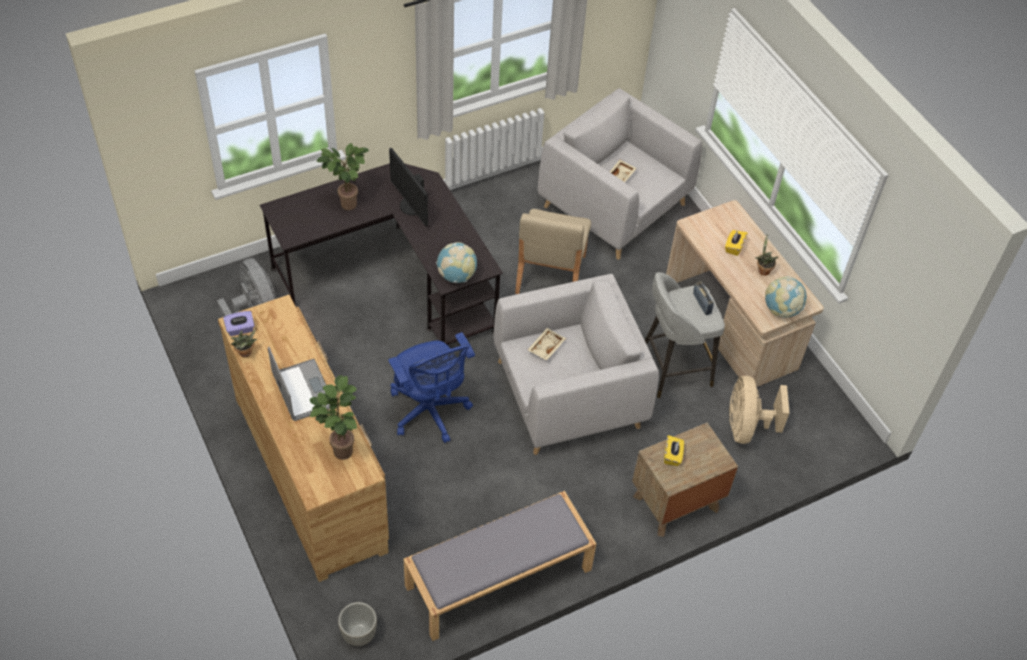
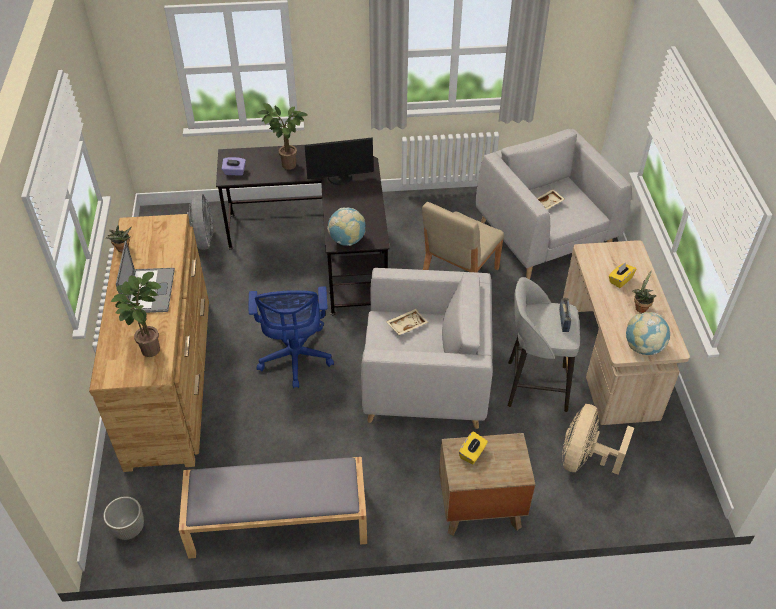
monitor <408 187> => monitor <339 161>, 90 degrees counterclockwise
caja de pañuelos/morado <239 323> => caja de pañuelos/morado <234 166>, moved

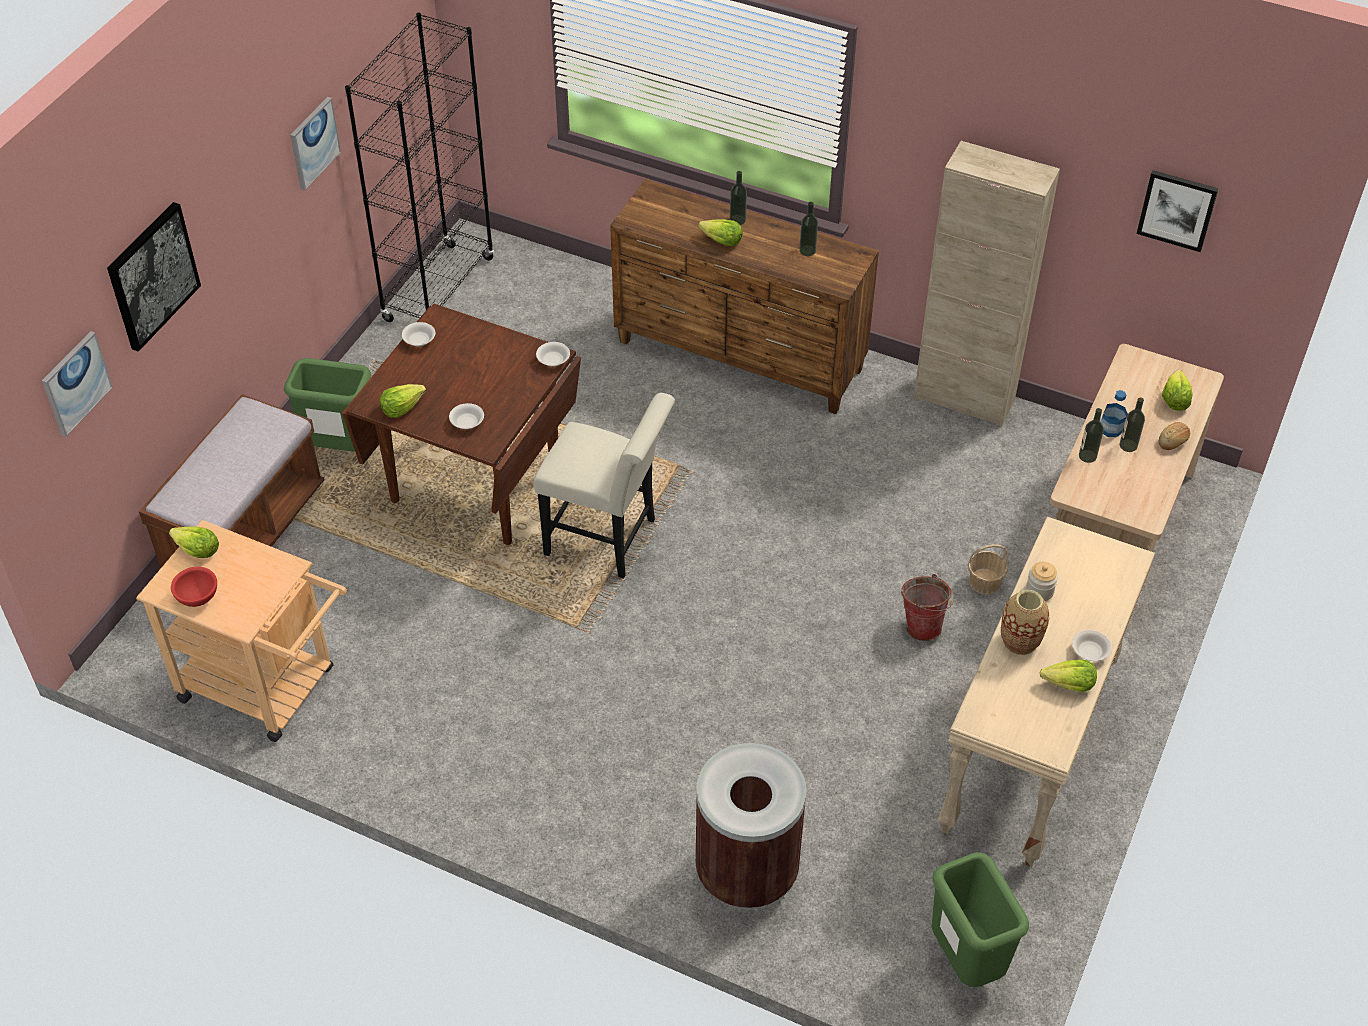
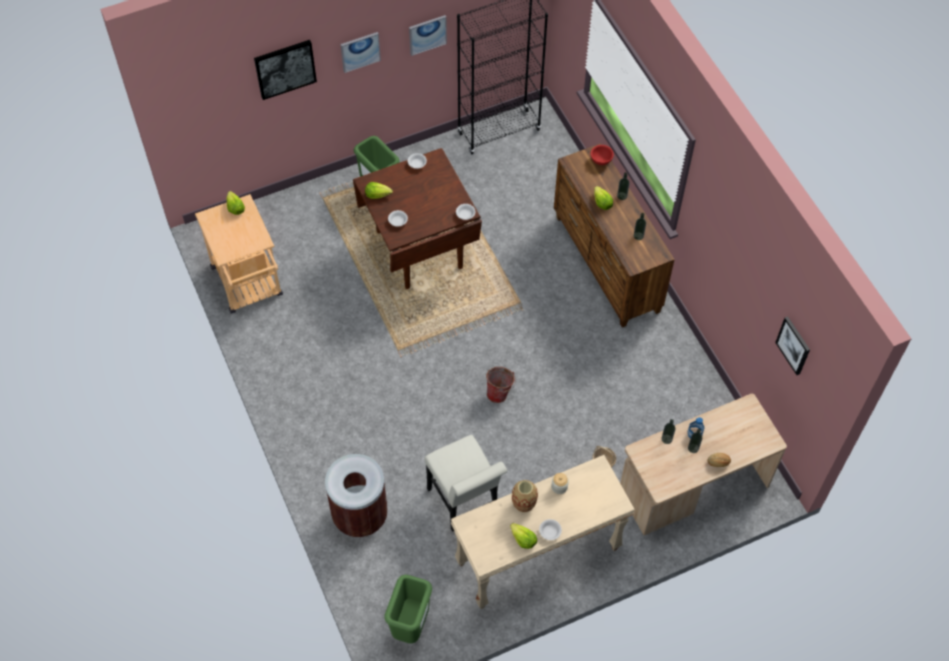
armario/beis <987 284> => nothing
cuadro <77 384> => cuadro <360 52>, moved
lechuga <1177 390> => nothing
silla/blanco <604 486> => silla/blanco <466 483>, moved
banco/marrón <232 482> => nothing
cuenco/rojo <194 587> => cuenco/rojo <602 155>, moved
cubo <927 607> => cubo <501 385>, moved

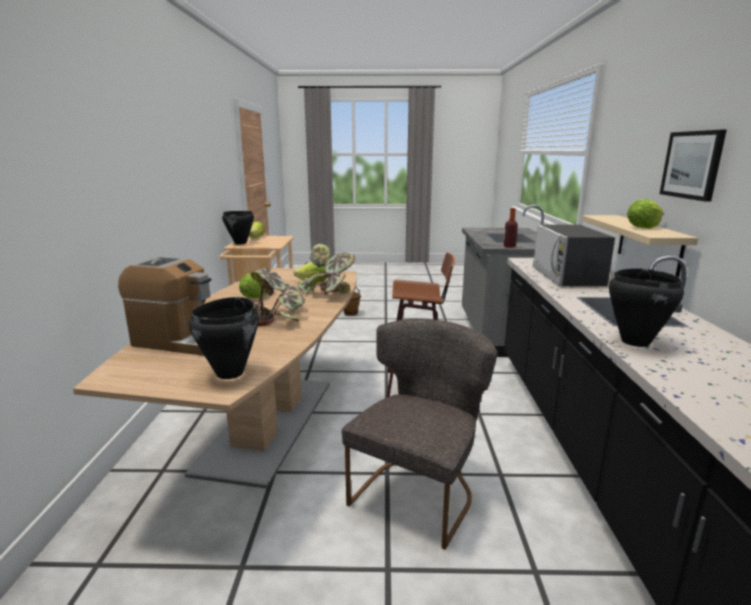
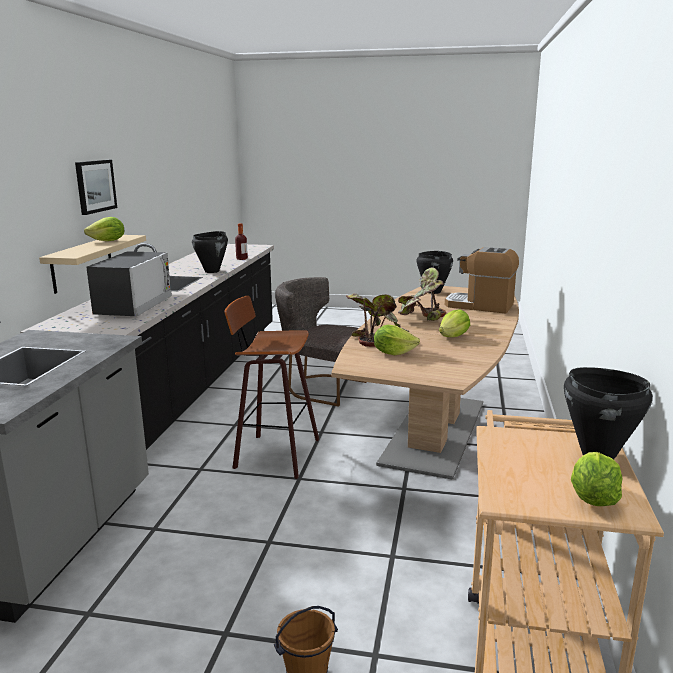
botella <511 228> => botella <241 241>, moved
silla/gris <419 434> => silla/gris <321 342>, 75 degrees clockwise

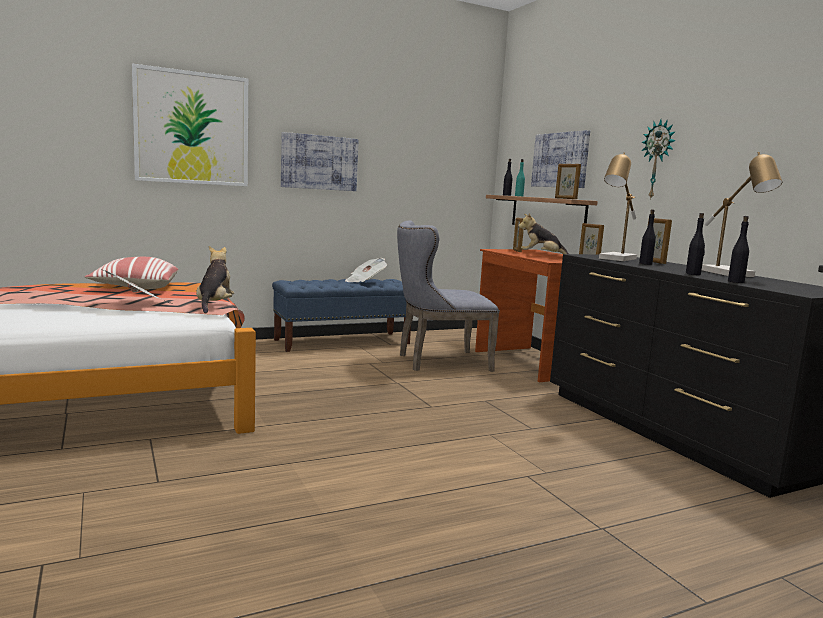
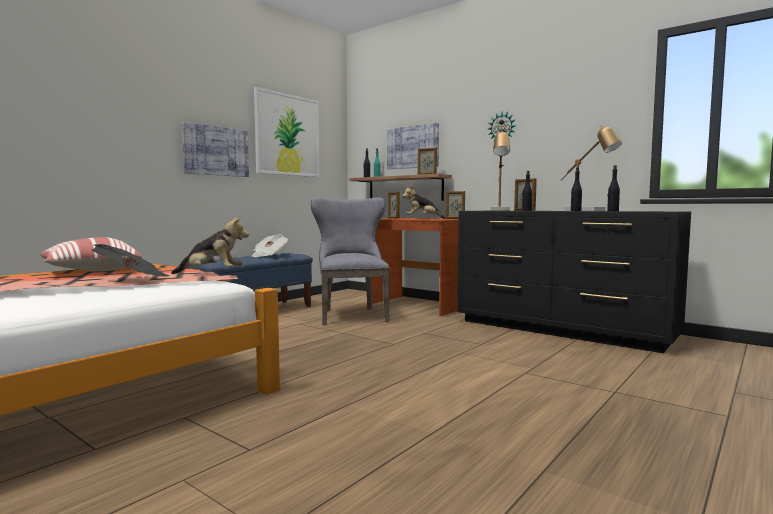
cuadro <190 124> => cuadro <287 132>, moved
silla/gris <448 296> => silla/gris <350 261>, 120 degrees clockwise
peluche <215 280> => peluche <210 245>, 120 degrees clockwise

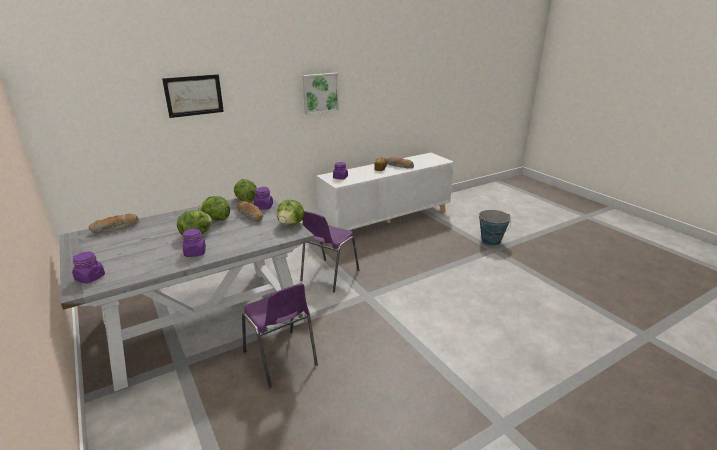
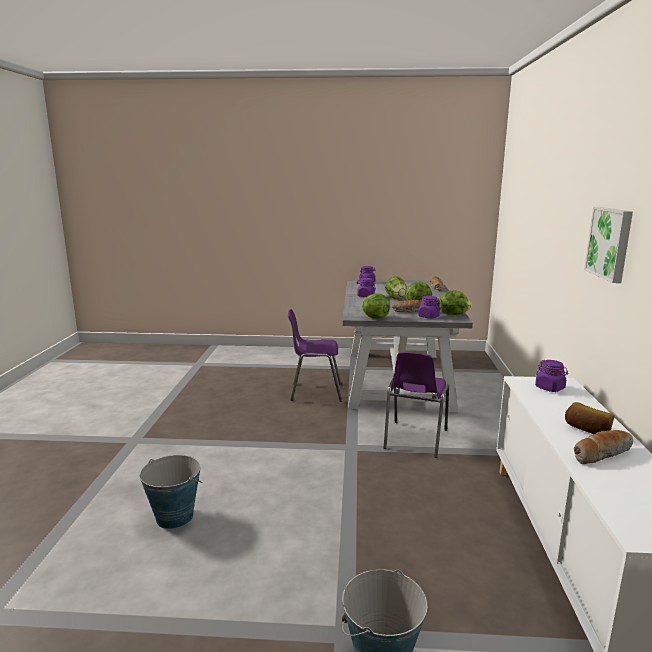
cuadro <193 96> => nothing
silla/morado <329 251> => silla/morado <416 405>, 135 degrees counterclockwise
nothing => cubo <171 492>

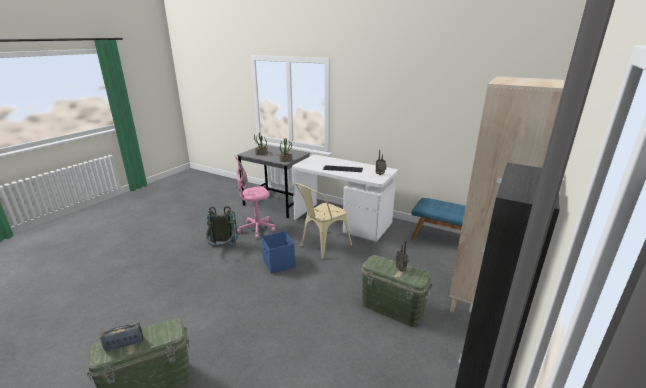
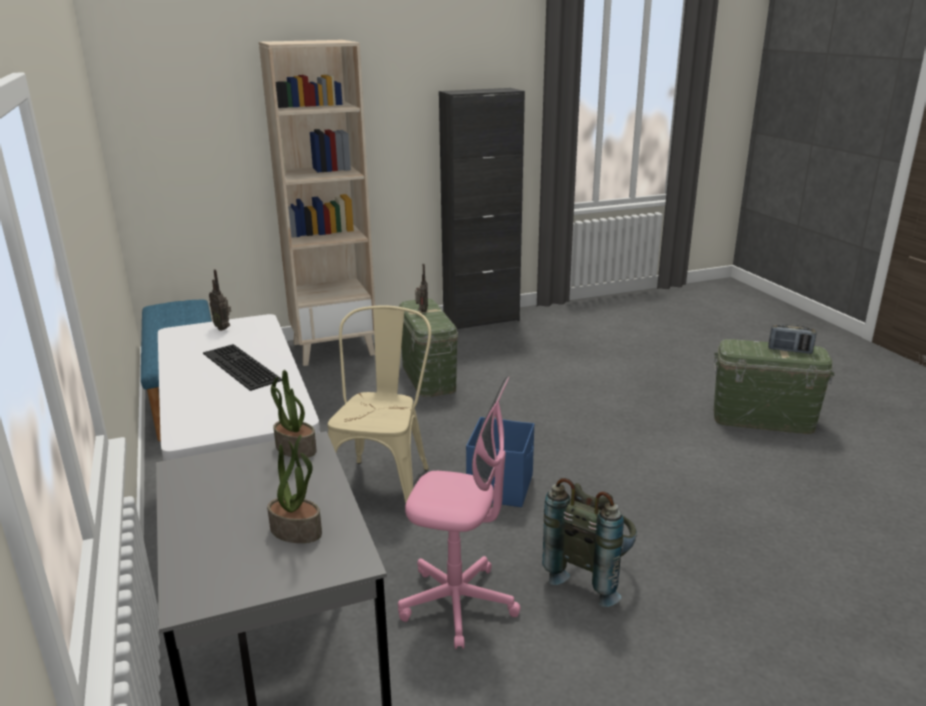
silla/beis <323 221> => silla/beis <379 404>, 75 degrees counterclockwise

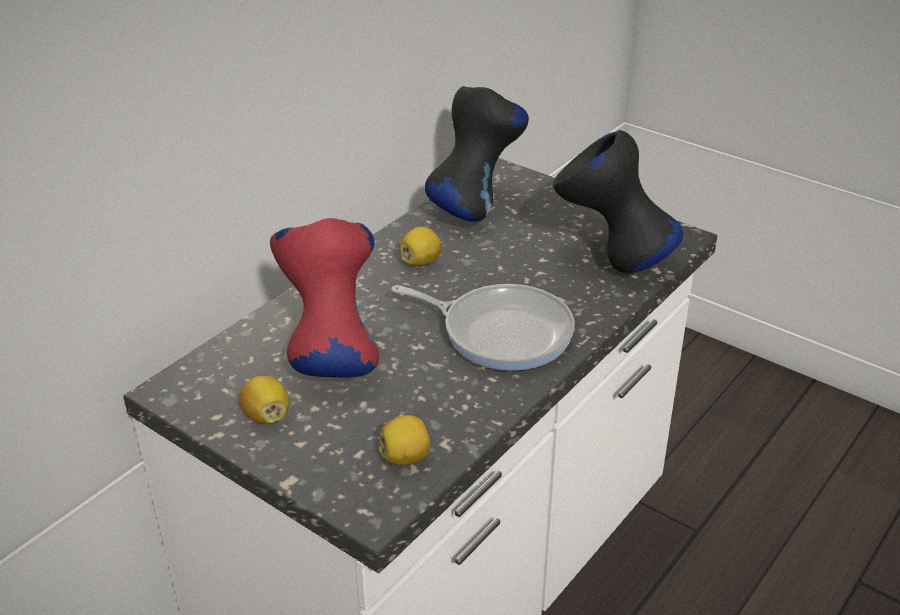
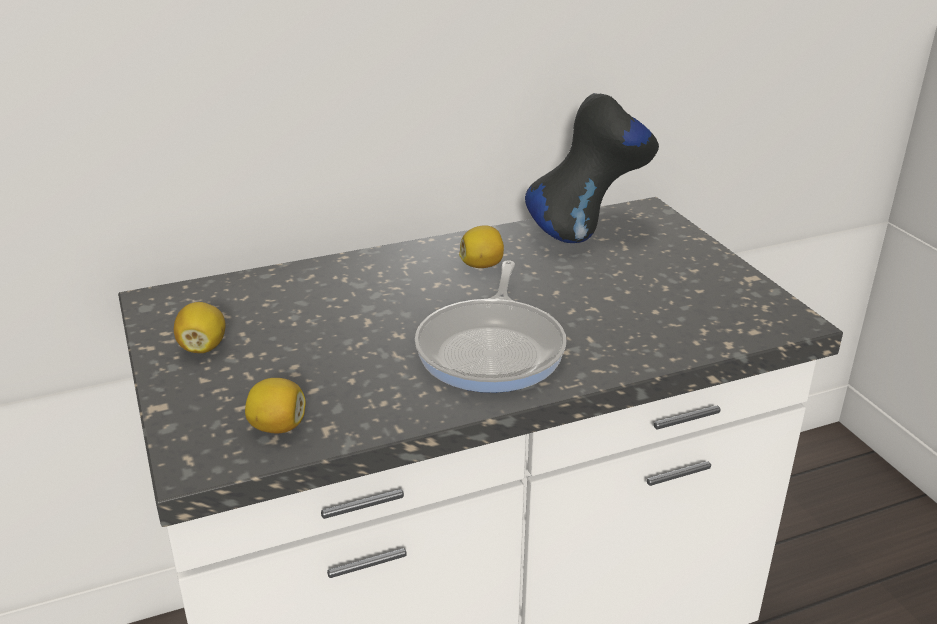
florero/negro <618 201> => nothing
florero/rojo <324 297> => nothing
sartén <483 327> => sartén <490 326>, 45 degrees clockwise

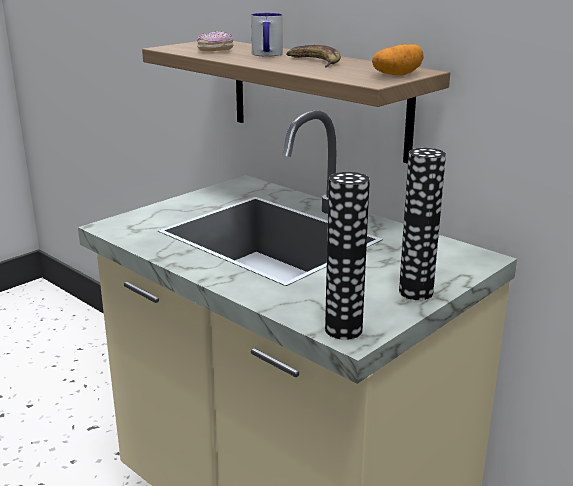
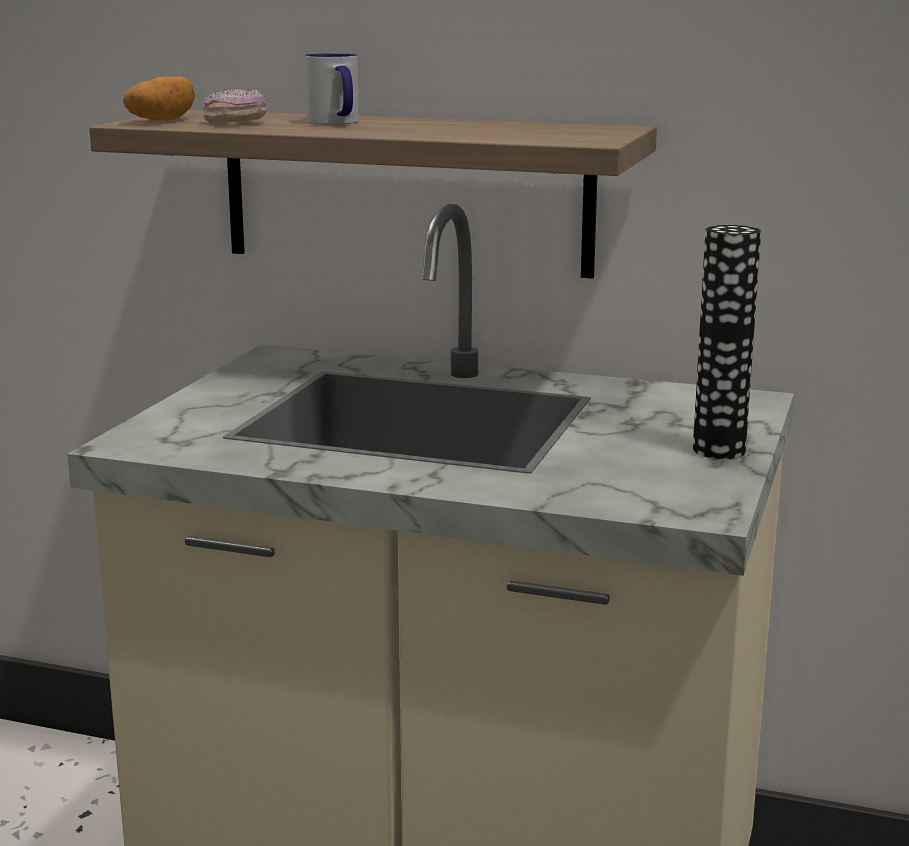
patata <397 60> => patata <159 98>, moved
plátano <313 56> => nothing
florero <347 256> => nothing

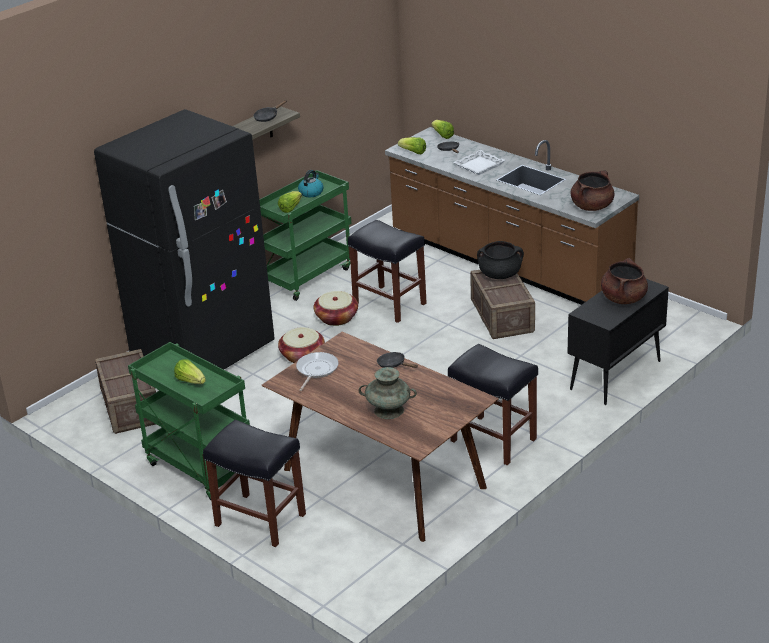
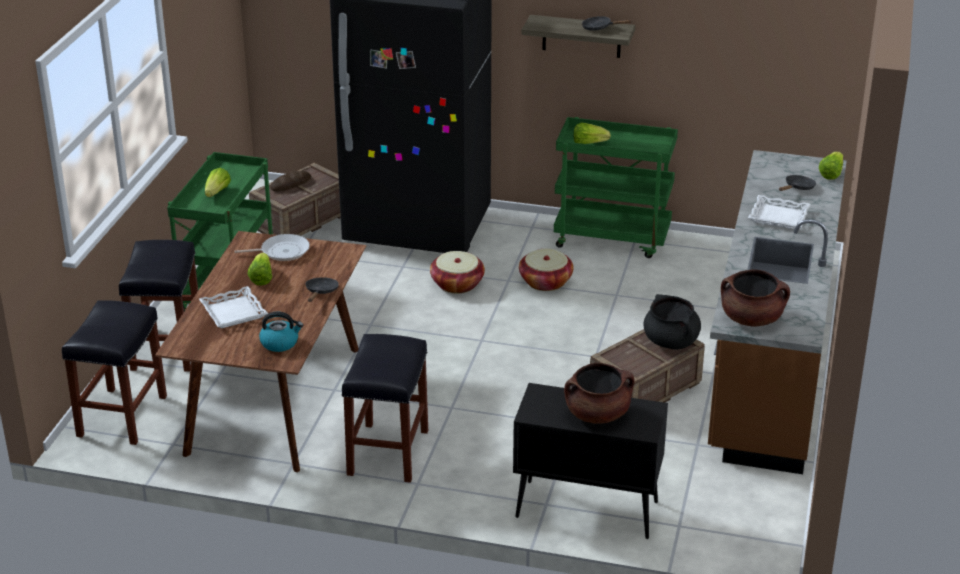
lechuga <412 145> => lechuga <259 269>, moved
hervidor <311 183> => hervidor <281 332>, moved
taburete/negro <387 271> => taburete/negro <114 372>, moved
florero/turquesa <387 393> => bandeja/blanco <233 307>
nothing => pan <290 181>

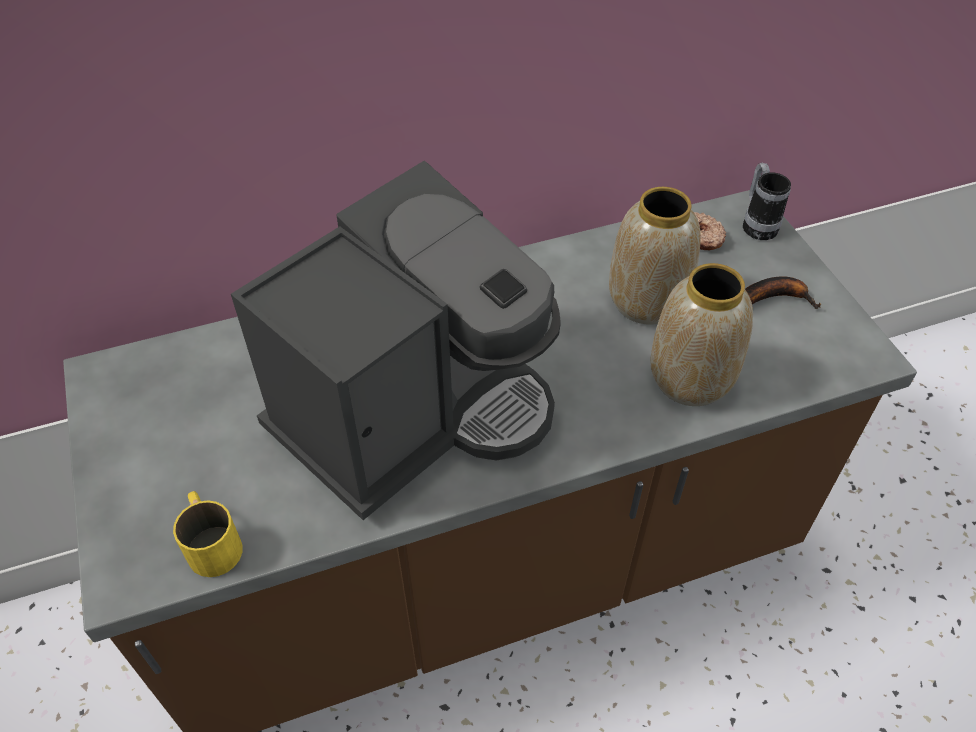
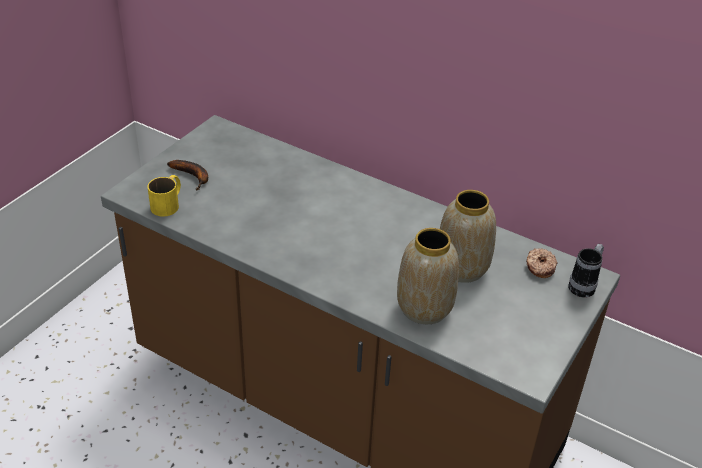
cafetera <396 340> => nothing
plátano <783 292> => plátano <187 175>, moved

